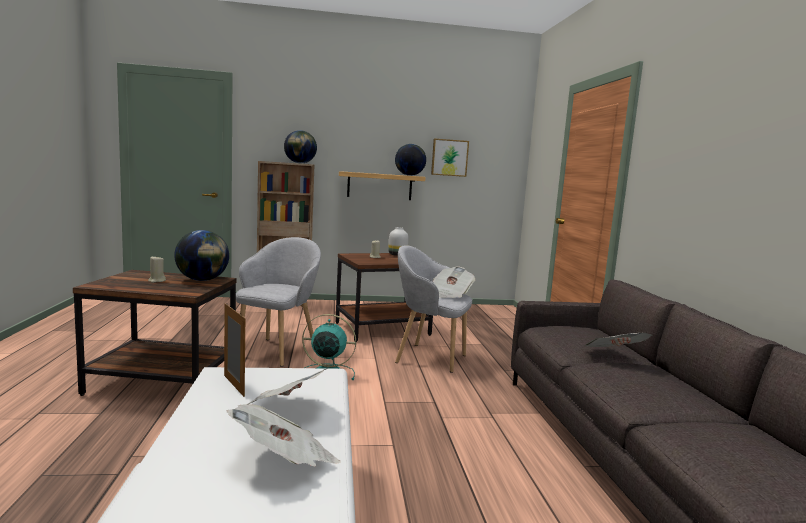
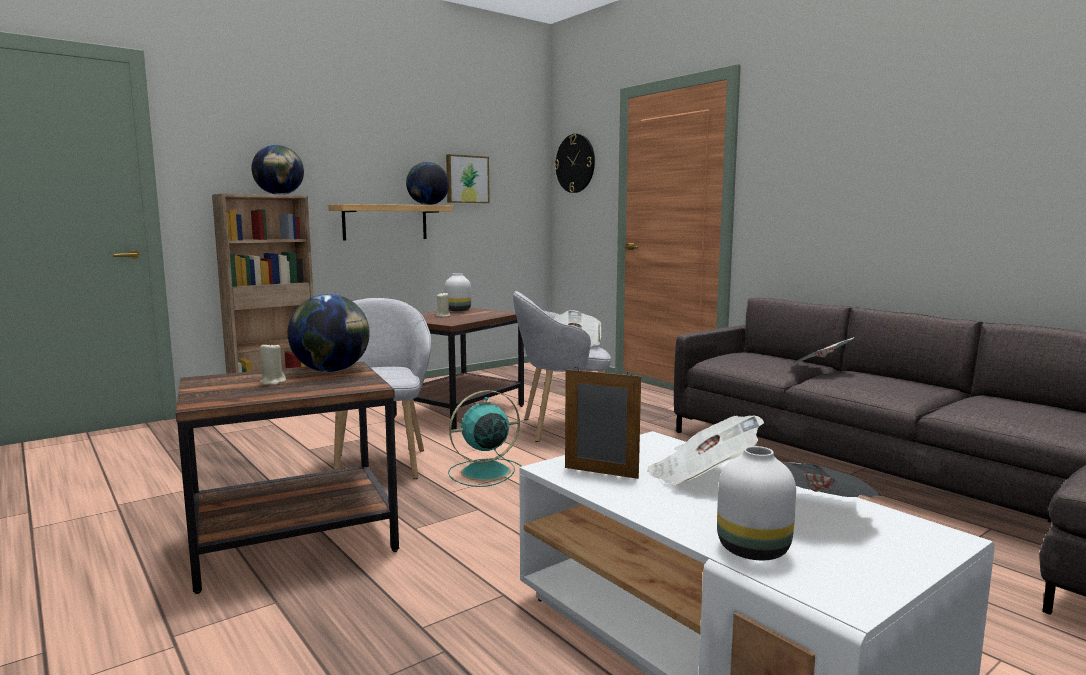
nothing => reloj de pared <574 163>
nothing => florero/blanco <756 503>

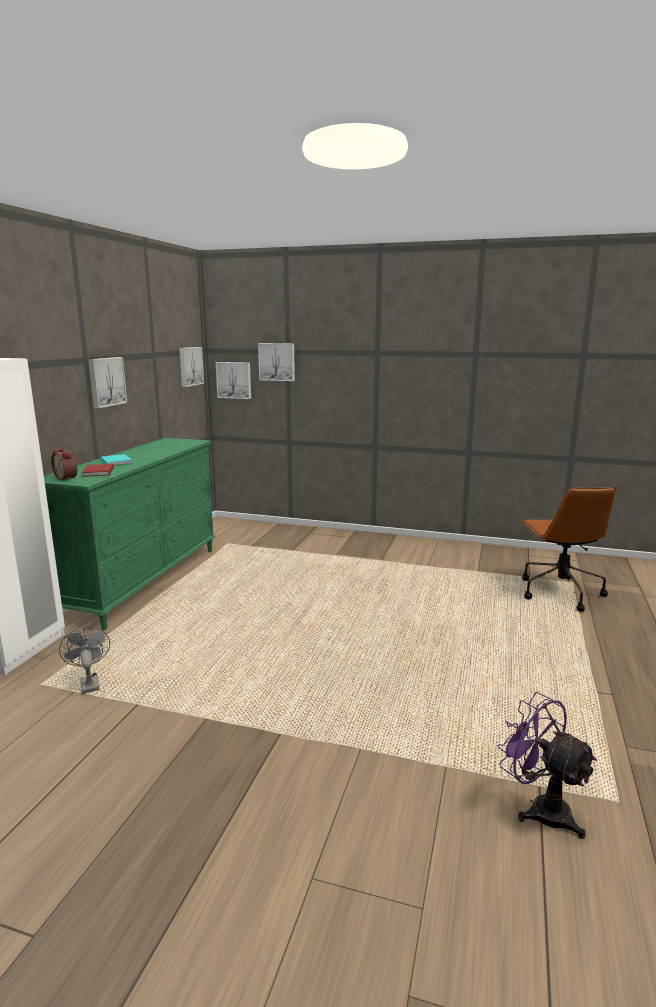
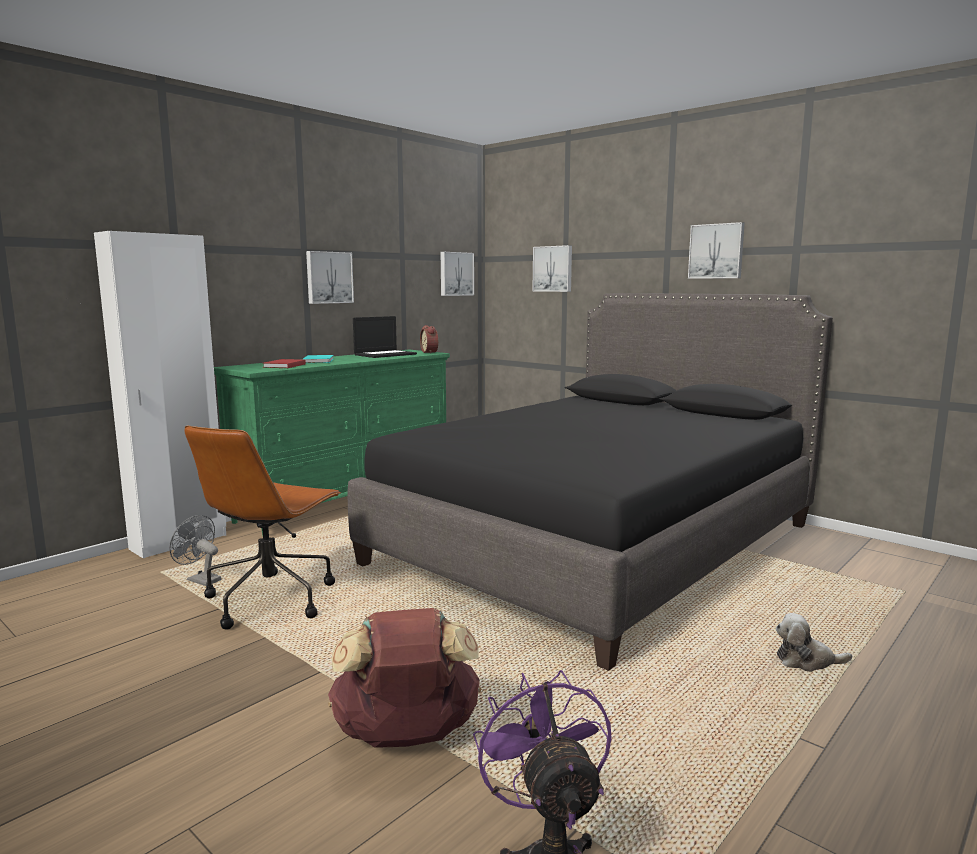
cuadro <233 380> => cuadro <716 250>, moved
despertador <64 464> => despertador <429 339>, moved
silla de oficina/marrón <568 549> => silla de oficina/marrón <263 528>, moved
ventilador/gris <84 660> => ventilador/gris <195 550>, 60 degrees counterclockwise
nothing => cama/negro <590 482>
nothing => portátil <385 337>
nothing => mochila/marrón <404 678>
nothing => peluche <814 642>

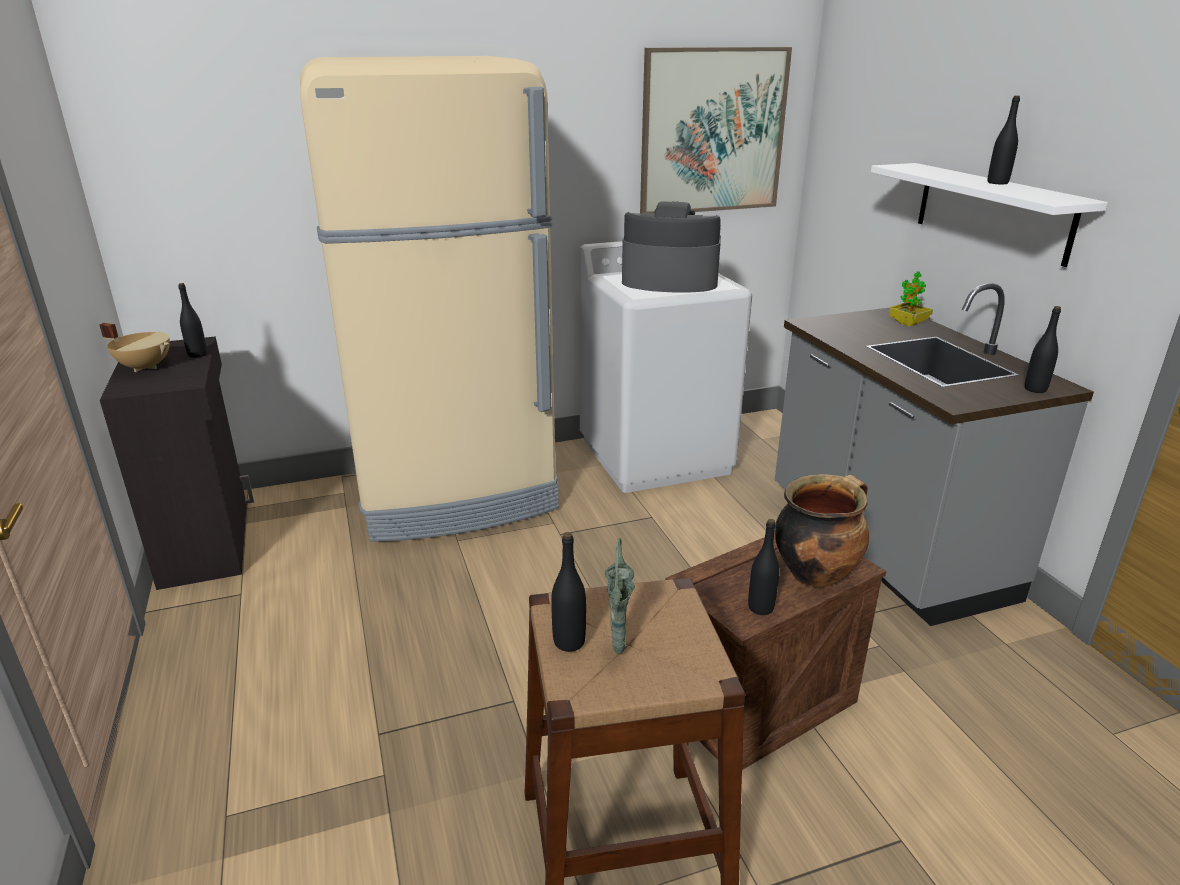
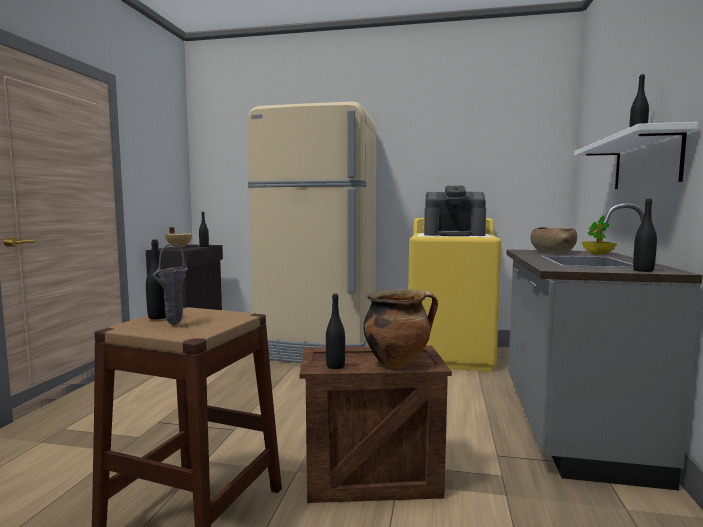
cuadro <716 130> => nothing
cafetera <671 247> => cafetera <455 211>, 150 degrees clockwise
lavadora/blanco <666 367> => lavadora/amarillo <454 295>
florero/verde <620 596> => florero/gris <170 284>
nothing => cuenco/marrón <554 240>

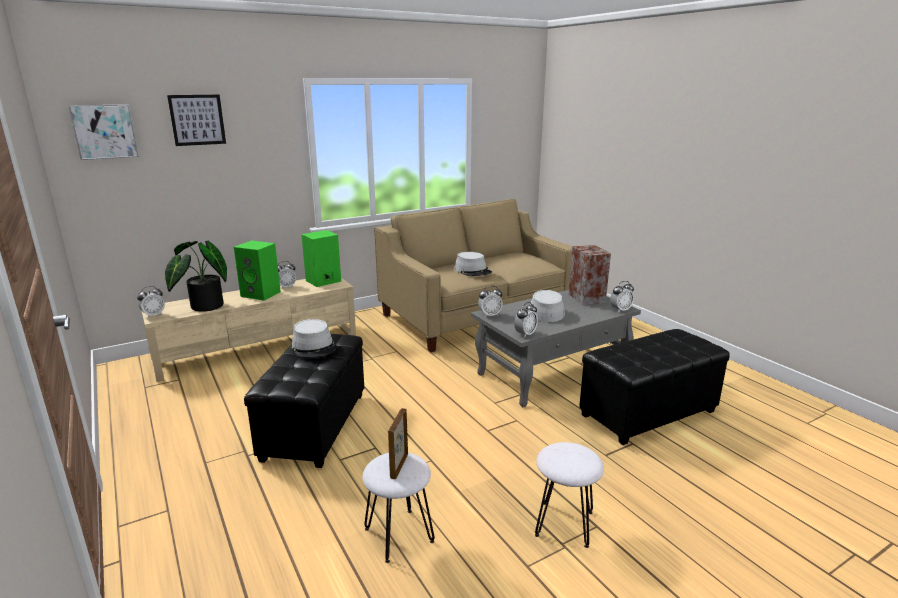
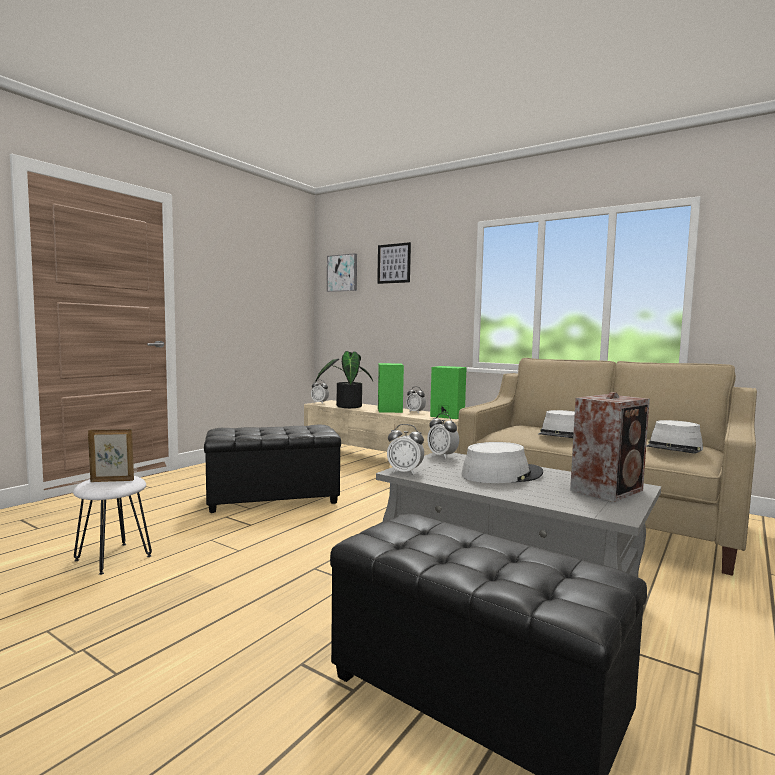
despertador <622 297> => nothing
sombrero/gris <313 338> => sombrero/gris <674 437>, moved
taburete/blanco <569 495> => nothing

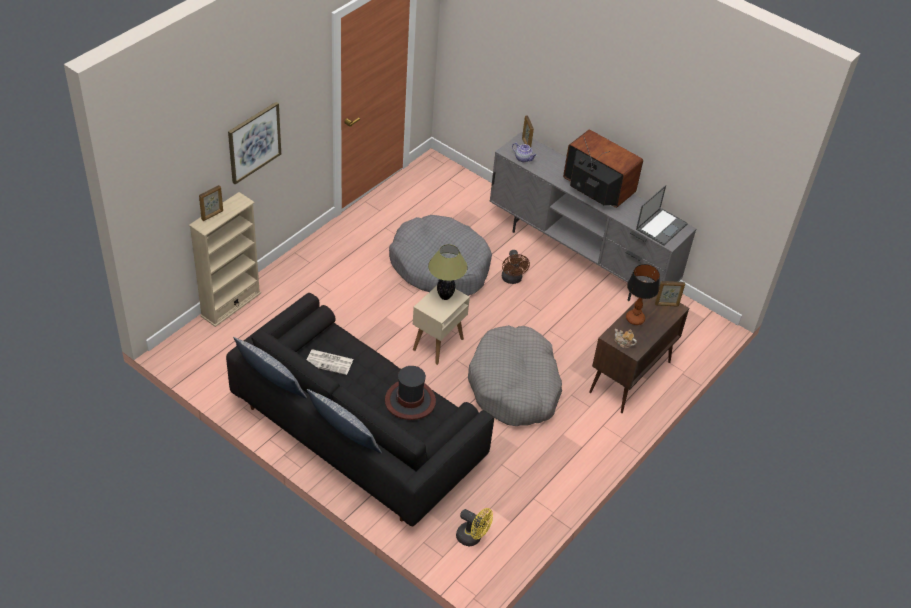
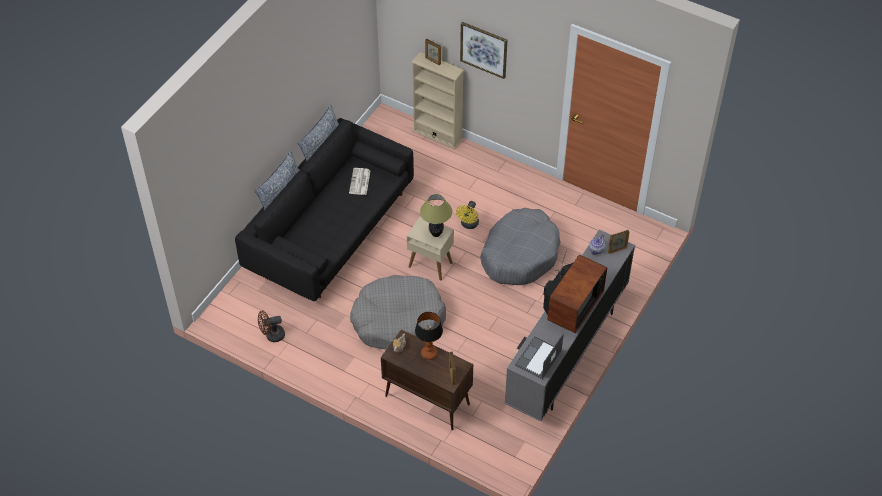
portátil <662 215> => portátil <539 356>, 90 degrees clockwise
ventilador/marrón <516 267> => ventilador/marrón <271 326>, moved
sombrero <410 393> => nothing
ventilador/amarillo <474 527> => ventilador/amarillo <467 215>, moved

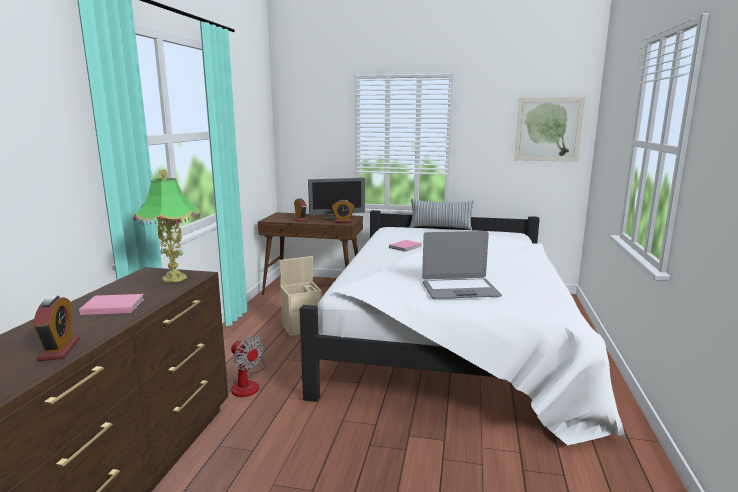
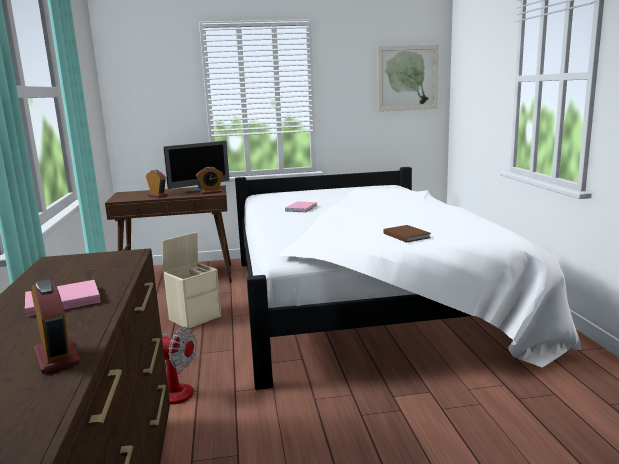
lámpara de mesa <167 225> => nothing
cojín <441 214> => nothing
portátil <462 265> => libro/marrón <407 234>

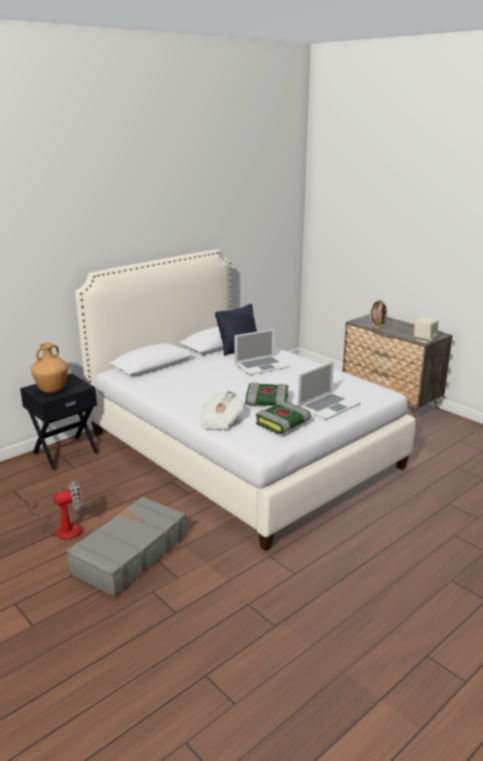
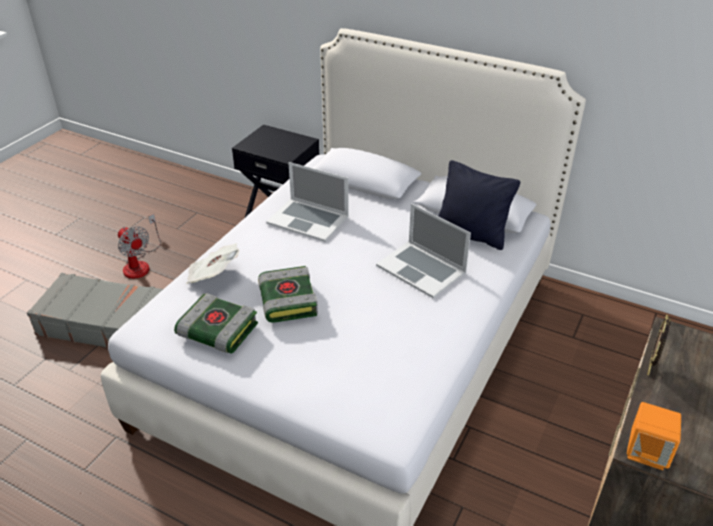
altavoz/beis <426 331> => altavoz/naranja <654 436>
florero/marrón <49 368> => nothing
portátil <329 390> => portátil <307 202>, moved

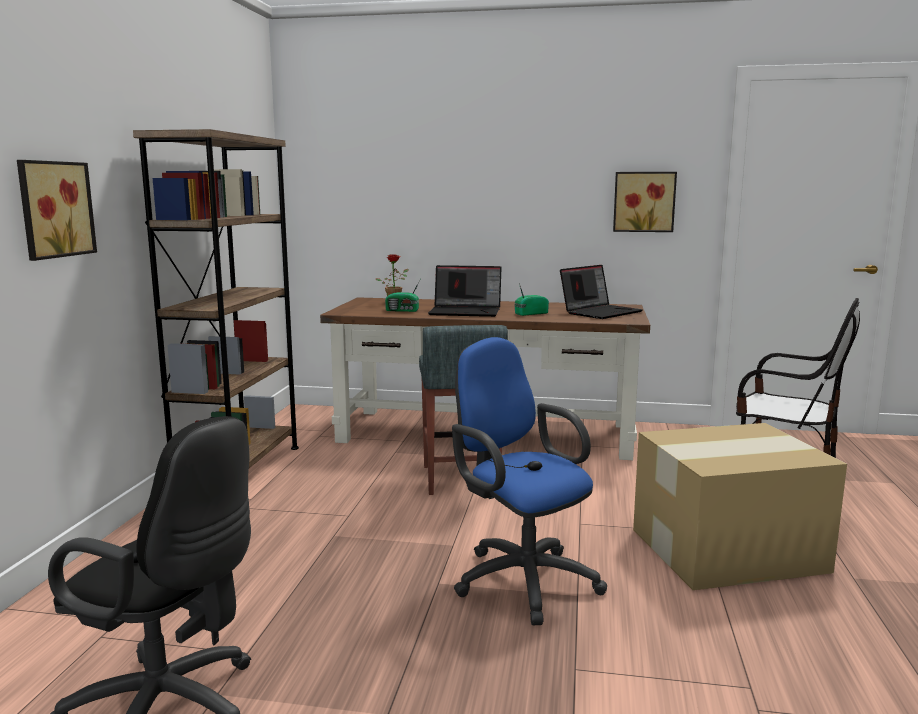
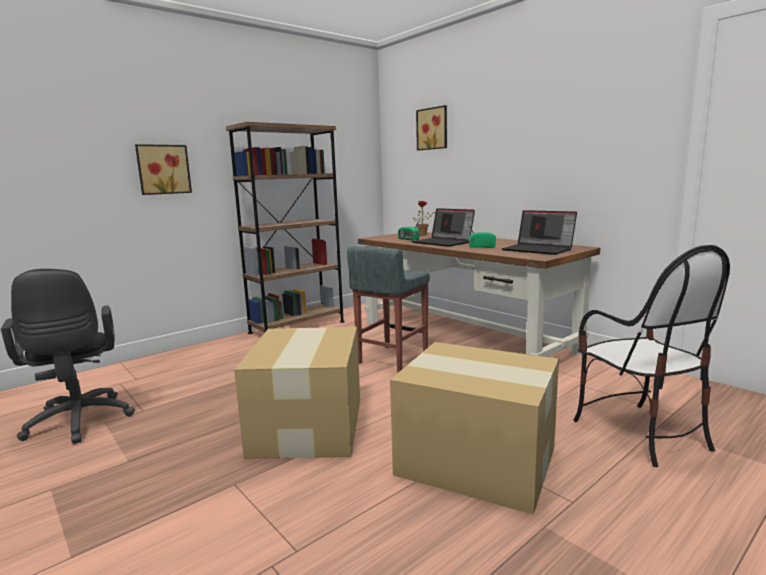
cuadro <645 202> => cuadro <431 128>, moved
portátil <601 292> => portátil <539 232>, 45 degrees clockwise
silla de oficina/azul <529 481> => caja de cartón <297 393>

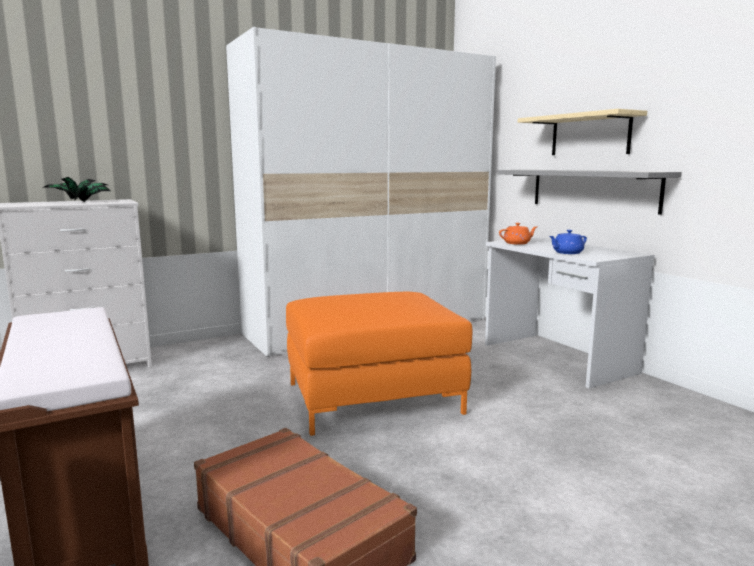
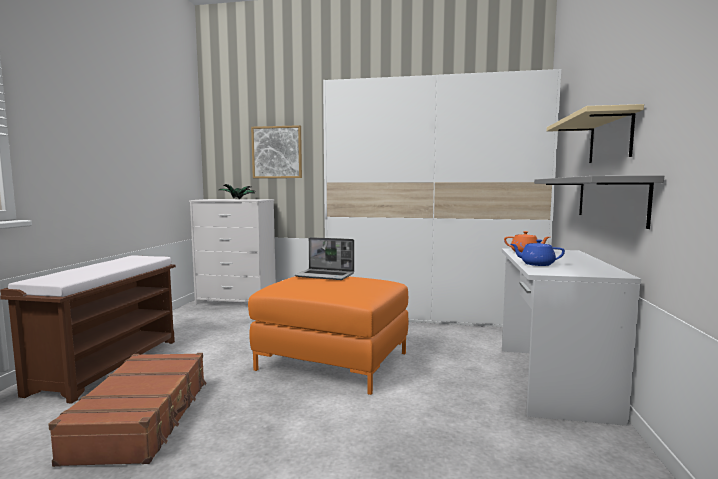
nothing => cuadro <276 151>
nothing => portátil <324 258>

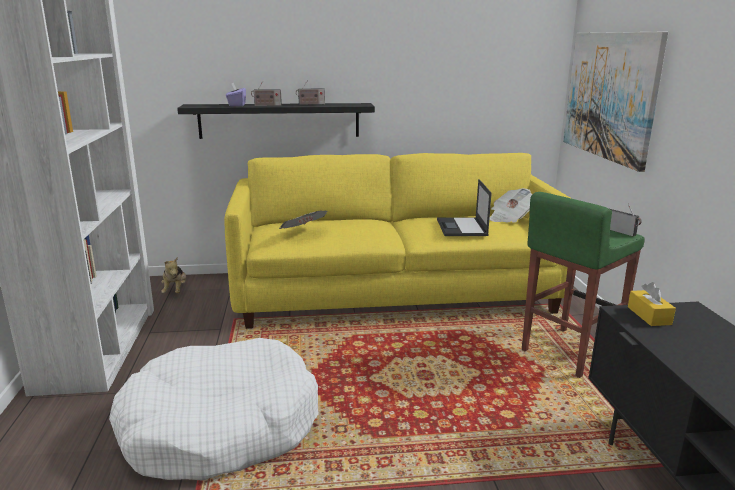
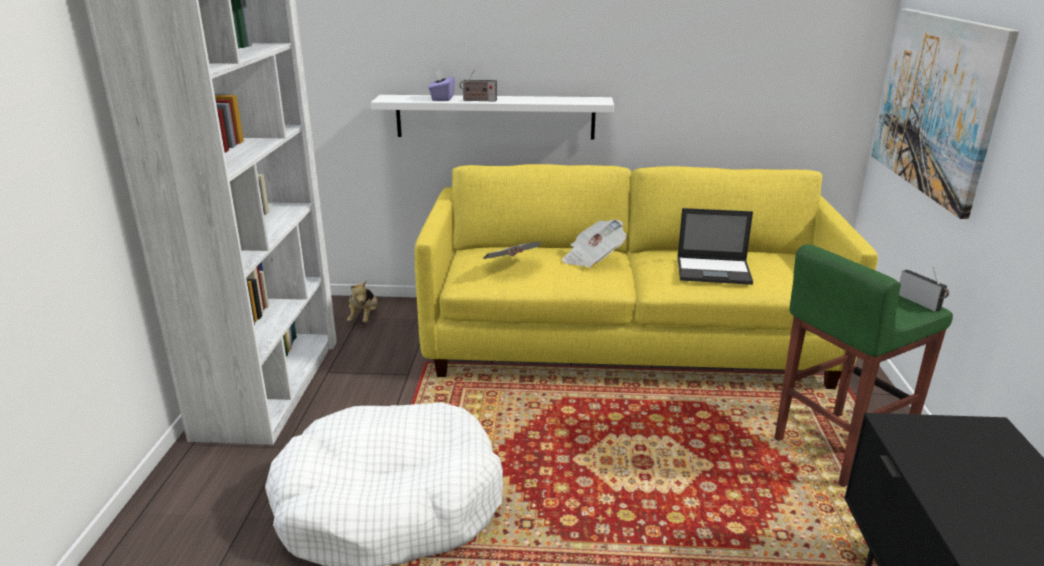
radio <310 92> => nothing
estante/negro <276 121> => estante/blanco <492 117>
portátil <464 207> => portátil <715 246>, 90 degrees counterclockwise
periódico <510 205> => periódico <594 244>, moved
caja de pañuelos/amarillo <652 304> => nothing

